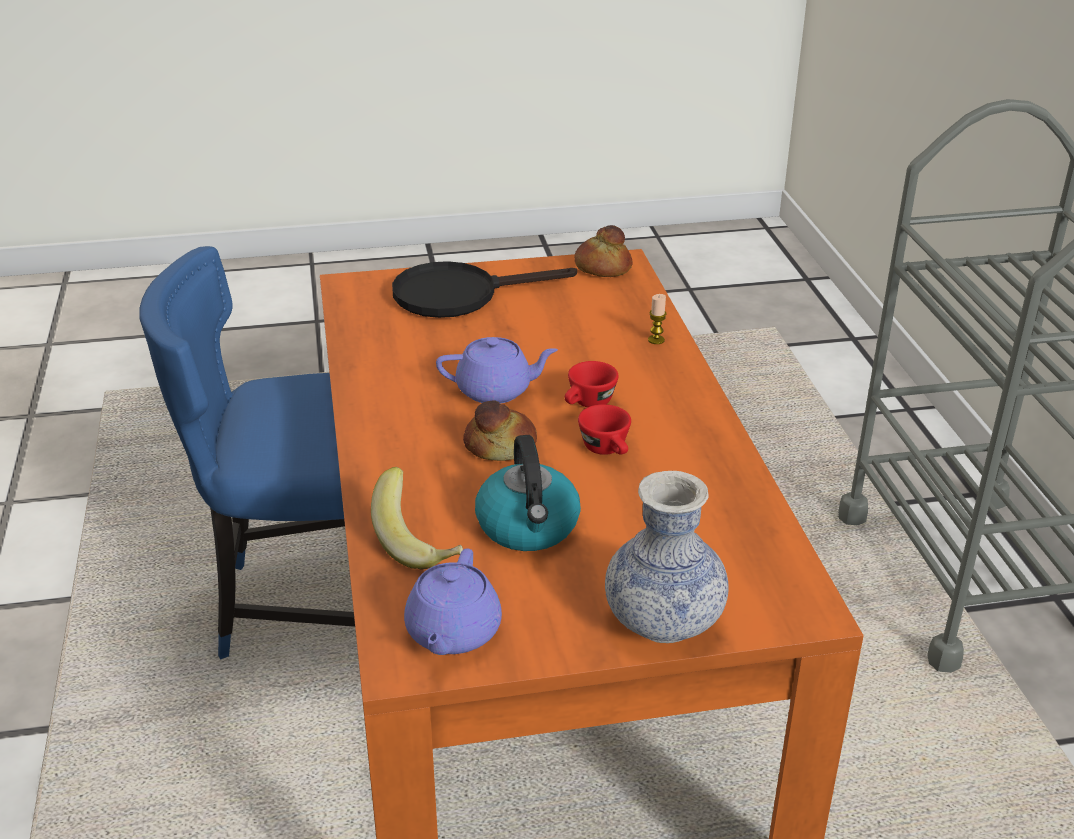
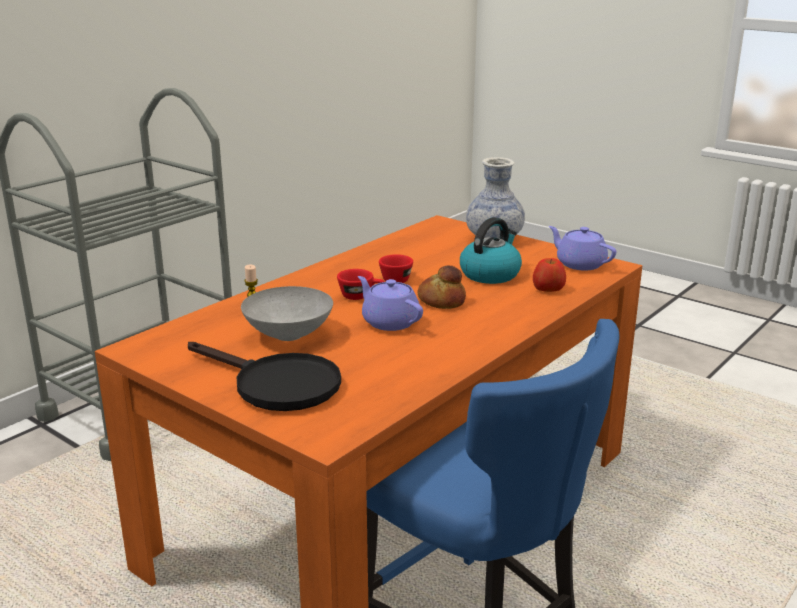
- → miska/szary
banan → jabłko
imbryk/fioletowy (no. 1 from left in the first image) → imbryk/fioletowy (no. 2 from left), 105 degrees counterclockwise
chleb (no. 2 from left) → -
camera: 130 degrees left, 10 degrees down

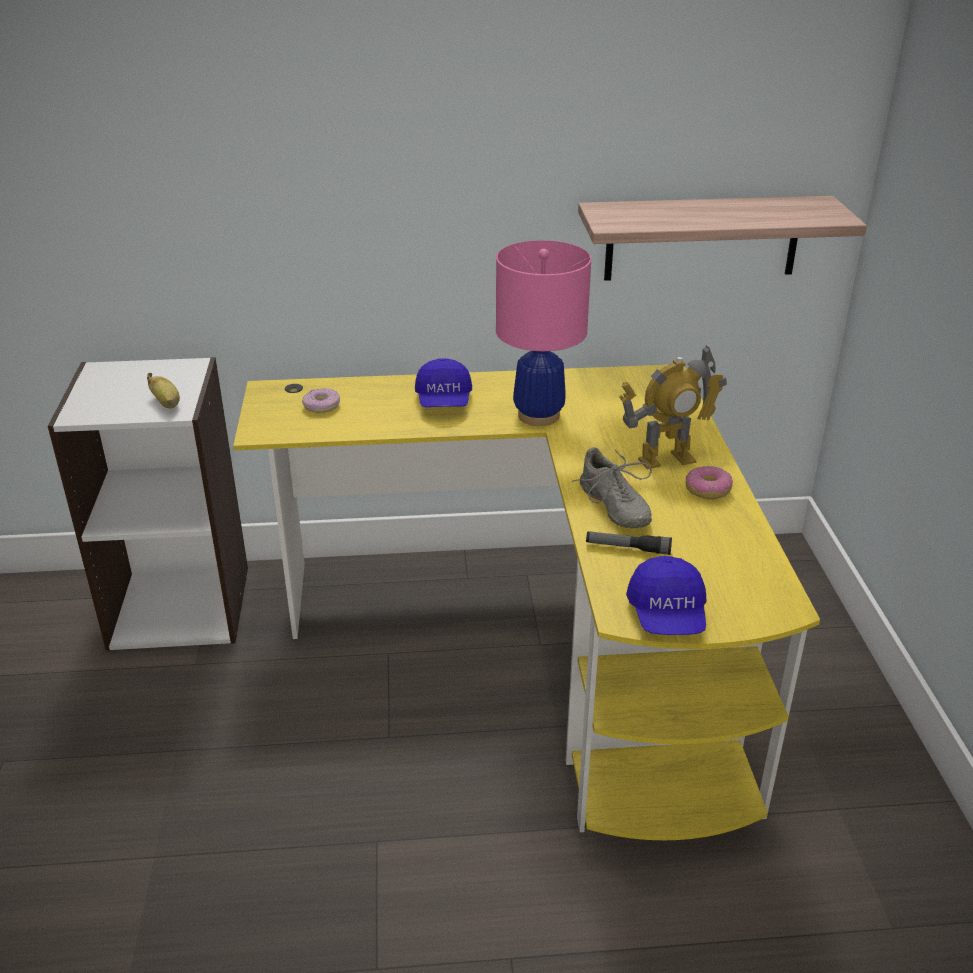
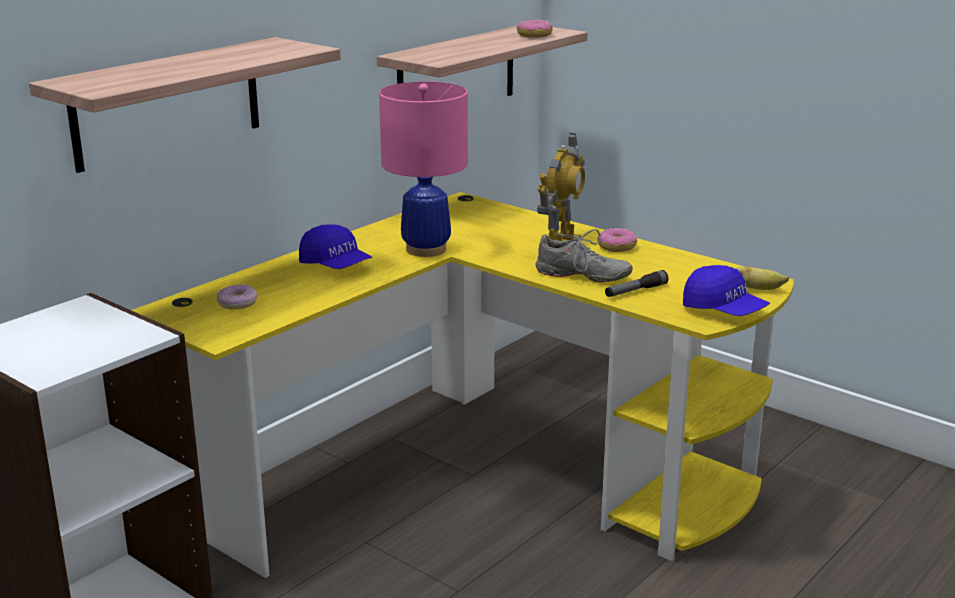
- → półka (no. 1 from left)
- → donut (no. 2 from left)
banan, relocated
camera: 45 degrees left, 10 degrees down

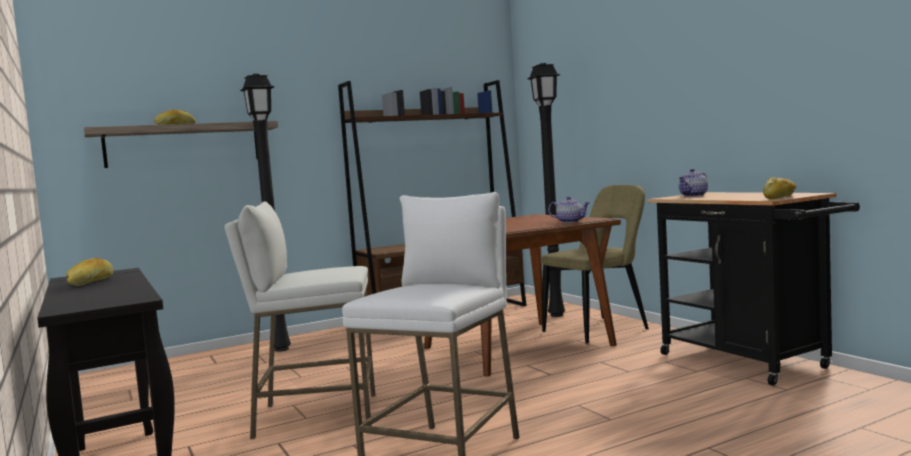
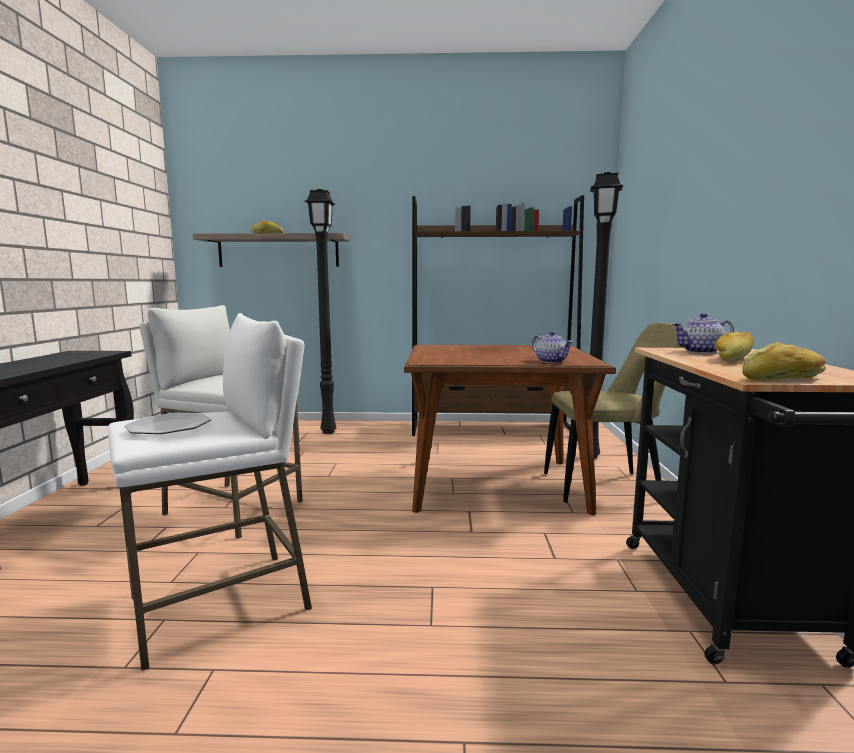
- → talerz
chleb (no. 1 from left in the first image) → chleb (no. 2 from left), relocated
camera: 30 degrees right, 5 degrees up

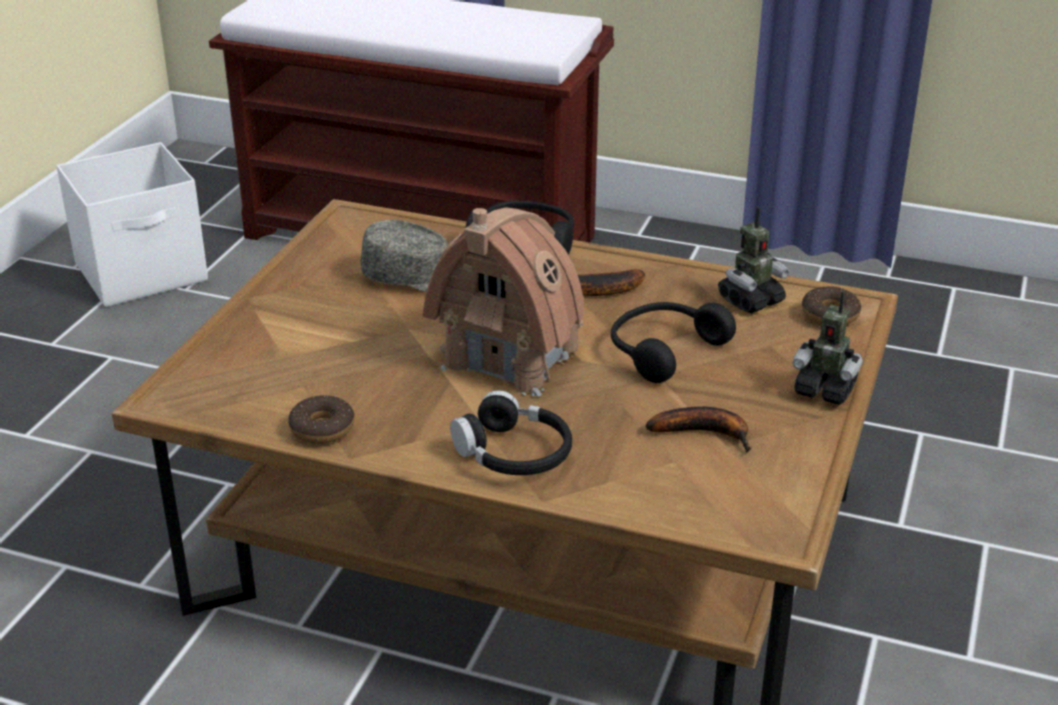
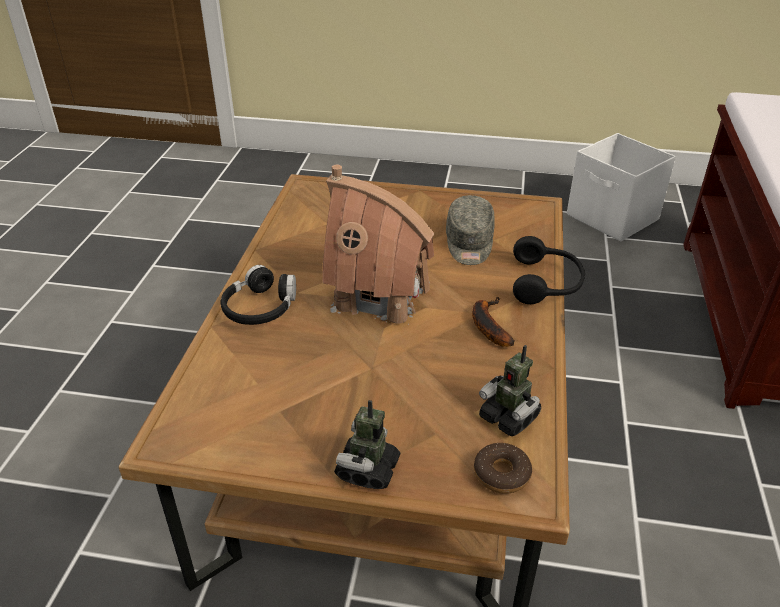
donut (no. 1 from left) → -
słuchawki/czarny (no. 3 from left) → -
banan (no. 2 from left) → -
camera: 80 degrees right, 5 degrees up

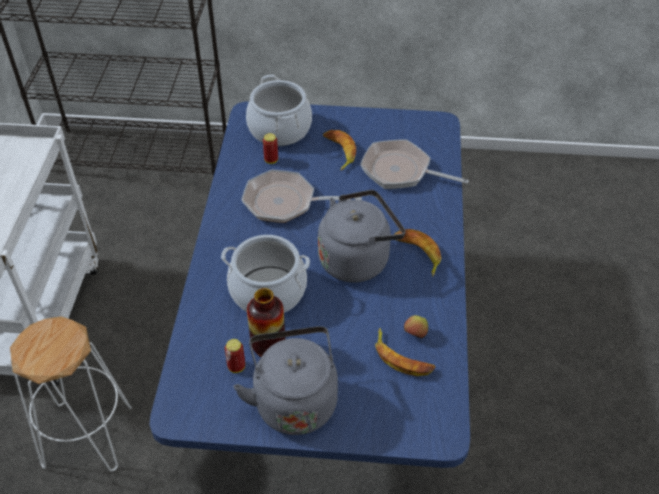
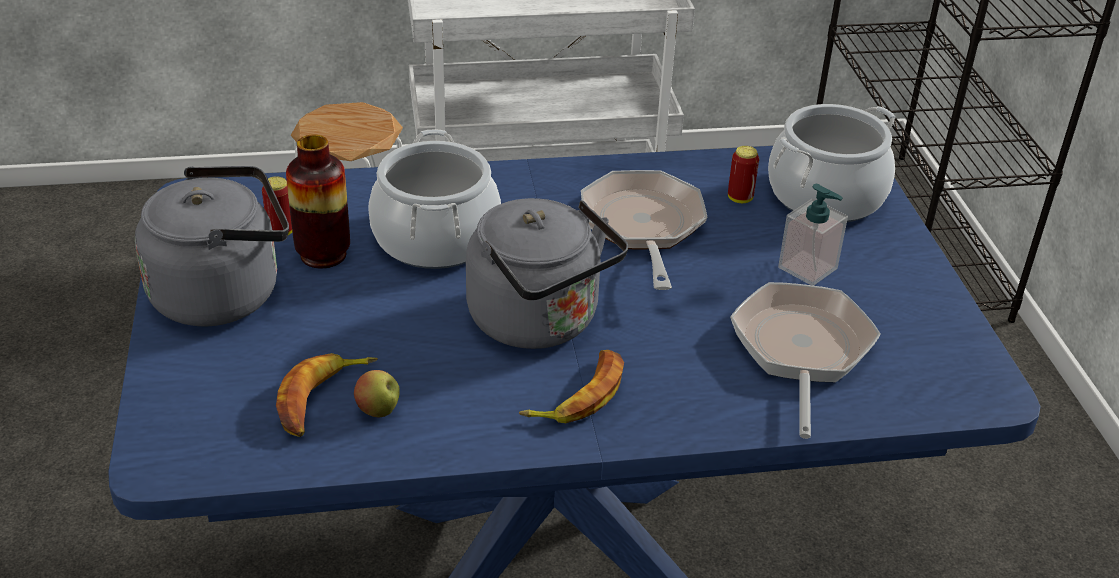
banan (no. 1 from left) → dozownik mydła
camera: 75 degrees right, 10 degrees down

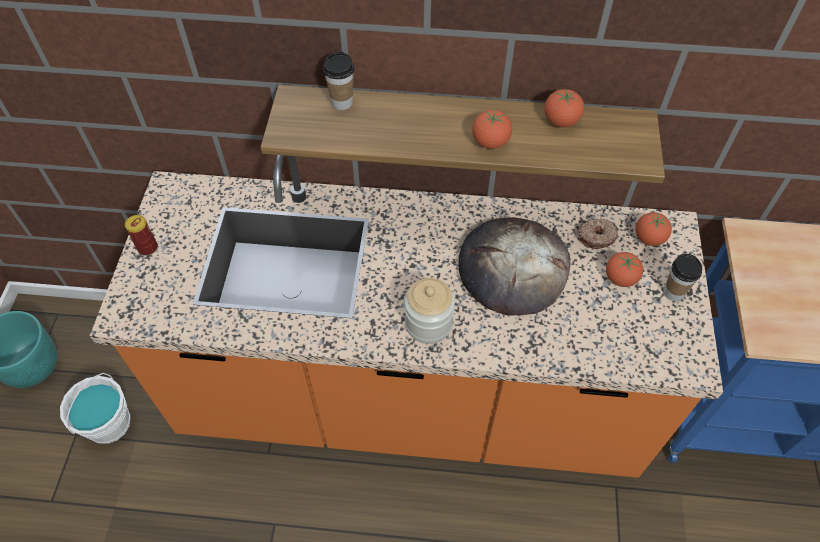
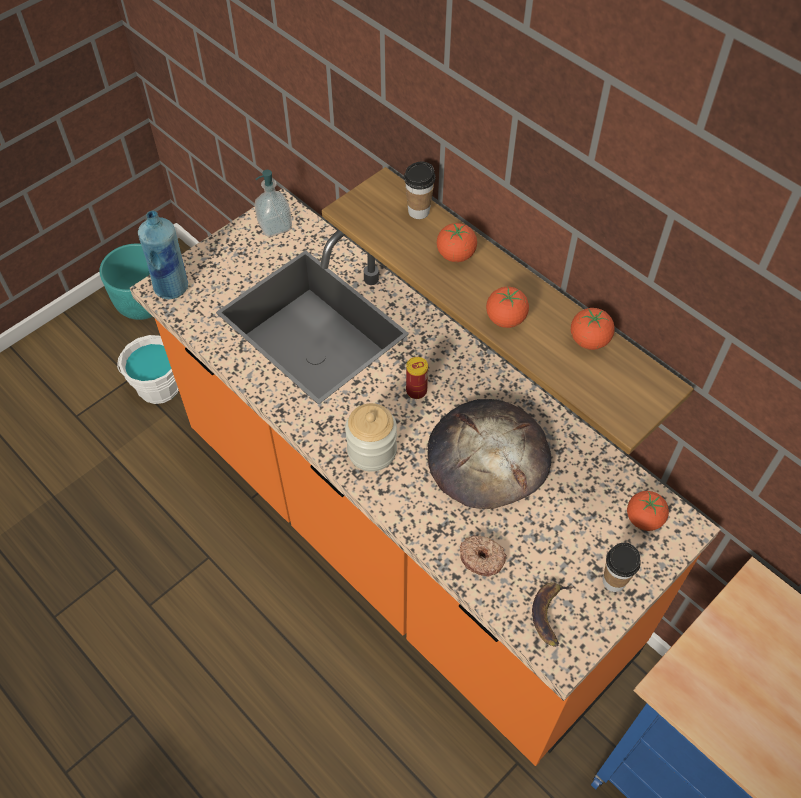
- → butelka/niebieski
- → dozownik mydła
puszka, relocated
pomidor (no. 3 from left in the first image) → pomidor (no. 1 from left), relocated
donut, relocated
- → banan
camera: 40 degrees right, 0 degrees up

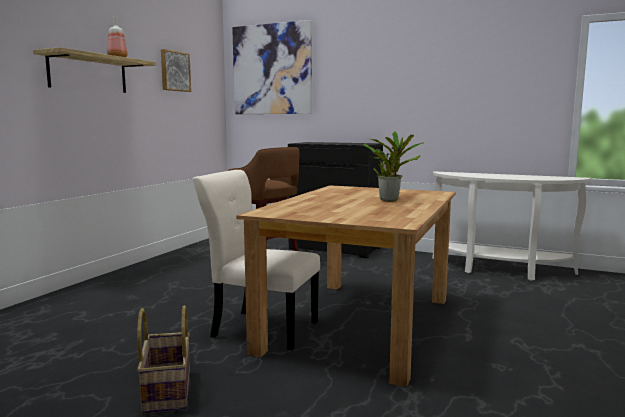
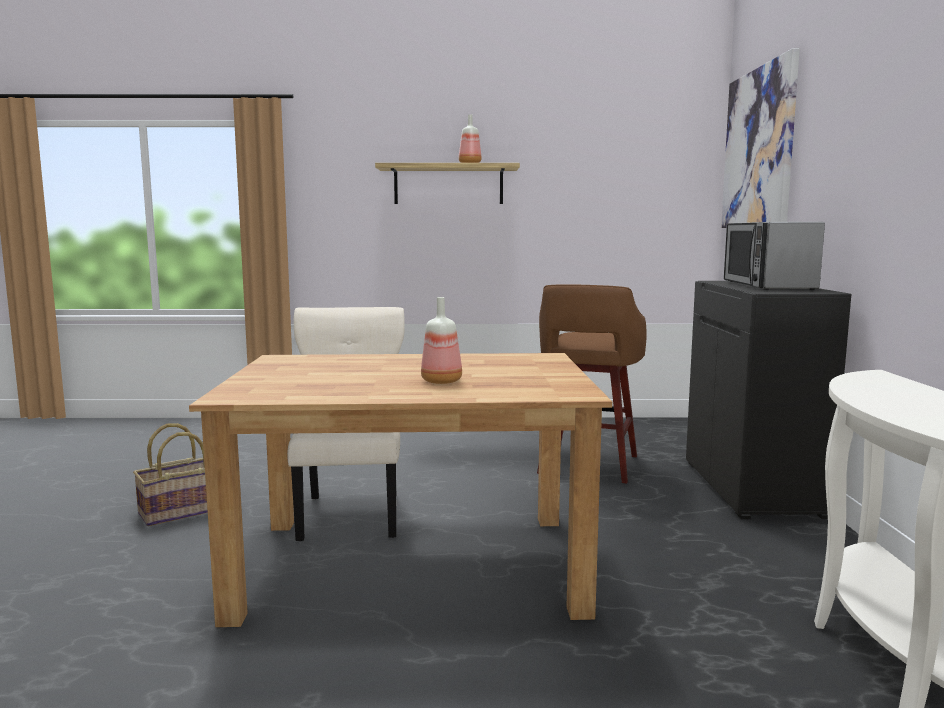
roślina doniczkowa → butelka (no. 1 from left)
- → mikrofalówka
obraz (no. 1 from left) → -
camera: 65 degrees right, 0 degrees up

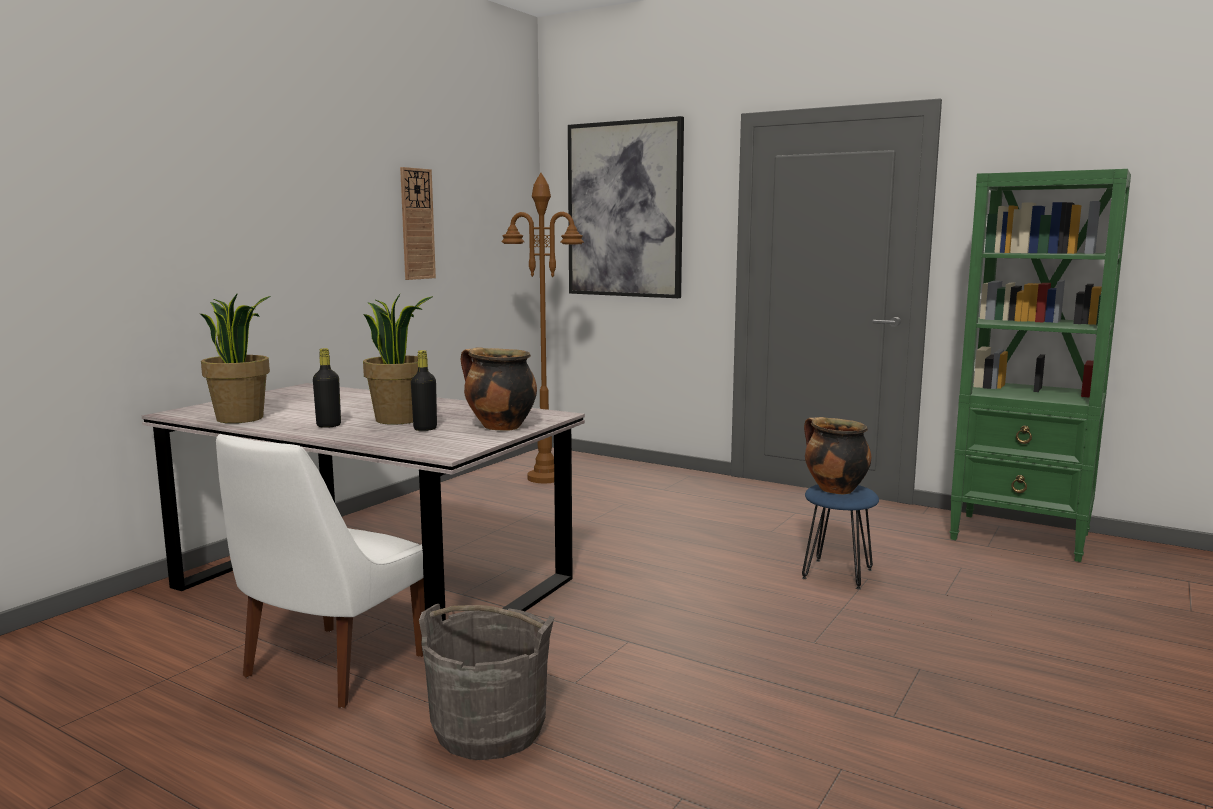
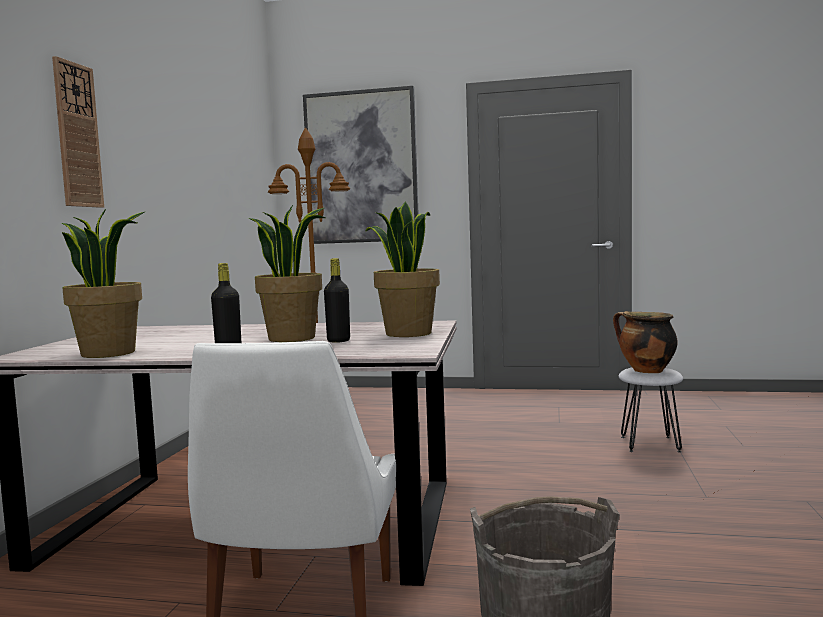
zegar ścienny, relocated
garnek (no. 1 from left) → roślina doniczkowa (no. 3 from left)
stołek/niebieski → stołek/biały
regał/zielony → -
camera: 20 degrees left, 5 degrees down

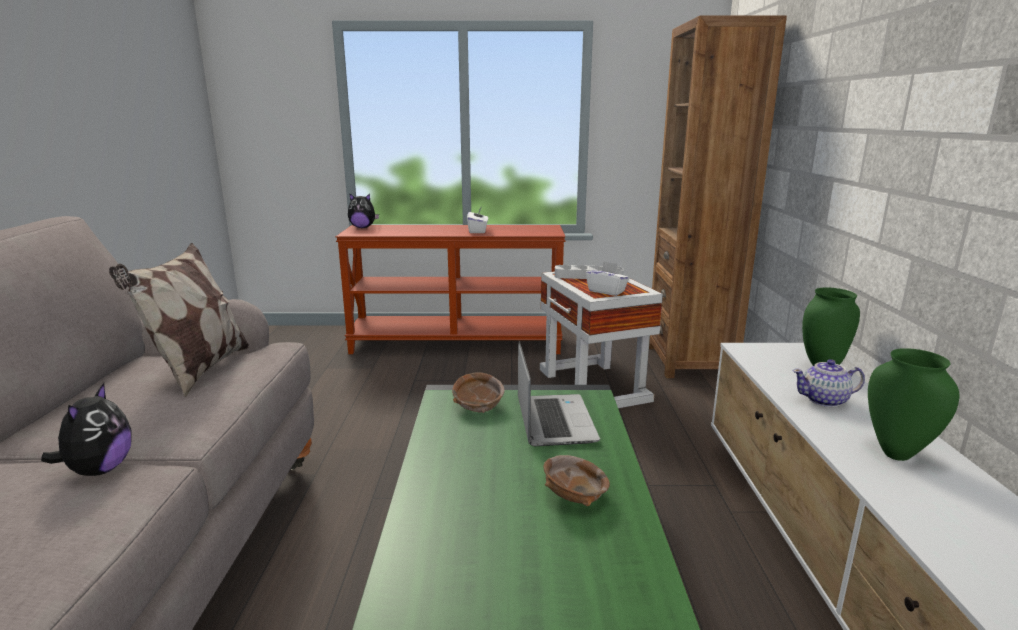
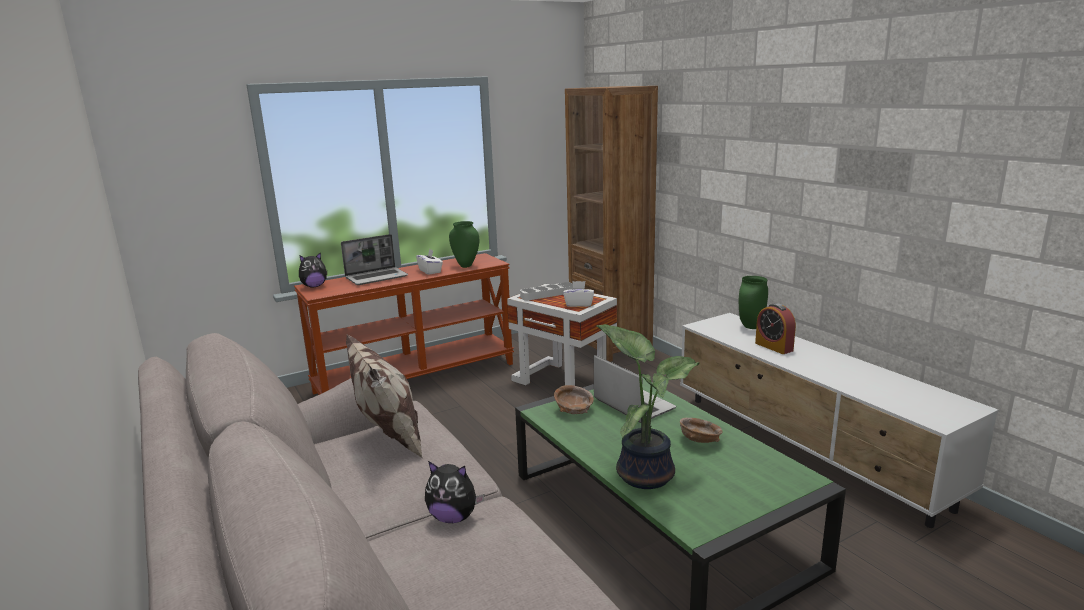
- → laptop (no. 1 from left)
pluszak (no. 1 from left in the first image) → pluszak (no. 2 from left), 135 degrees clockwise
wazon/zielony (no. 2 from left in the first image) → wazon/zielony (no. 1 from left), relocated
- → roślina doniczkowa
imbryk → budzik
camera: 30 degrees left, 0 degrees up

